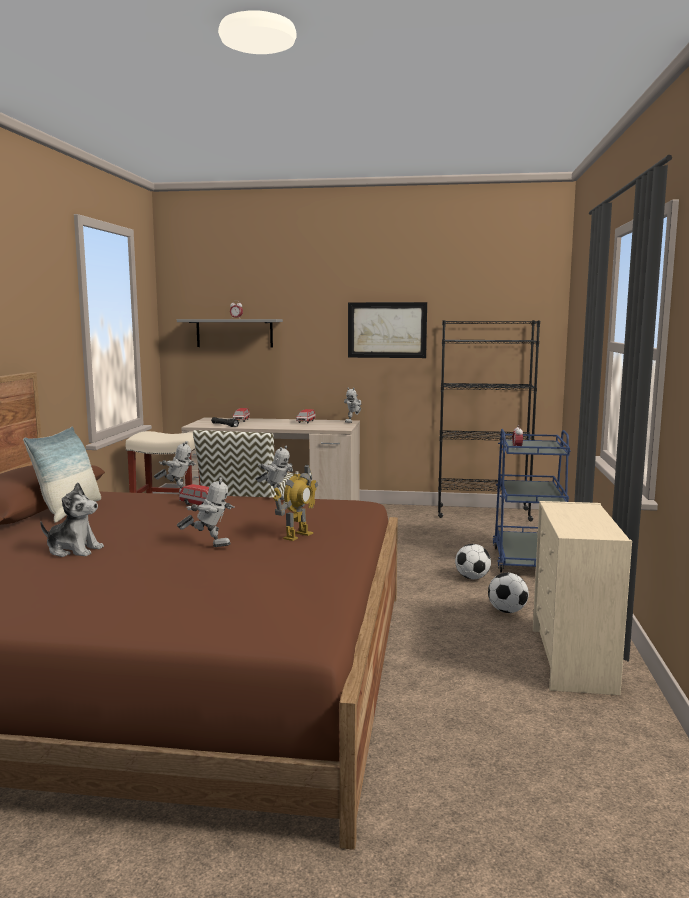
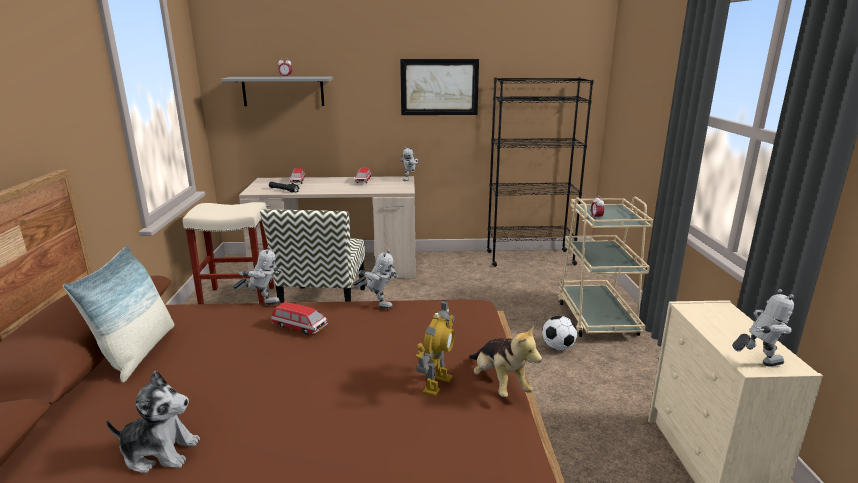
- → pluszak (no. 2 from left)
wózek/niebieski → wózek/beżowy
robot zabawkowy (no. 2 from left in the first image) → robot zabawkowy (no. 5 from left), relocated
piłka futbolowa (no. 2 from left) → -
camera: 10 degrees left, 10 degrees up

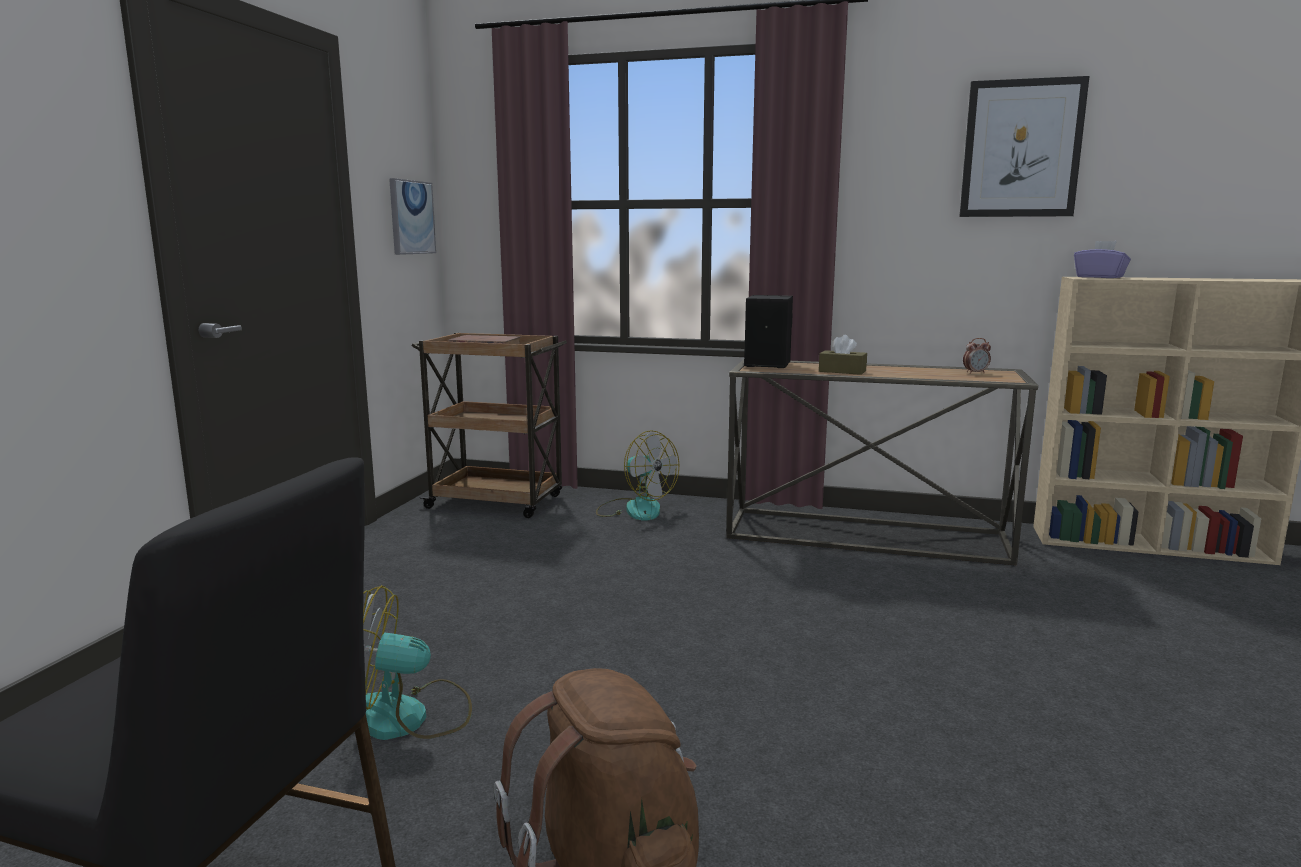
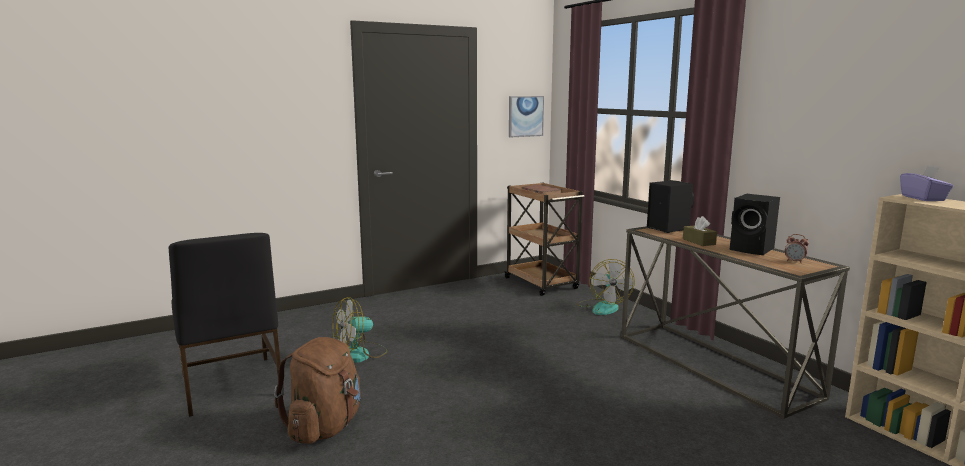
wentylator (no. 1 from left), 75 degrees counterclockwise
- → głośnik/czarny (no. 2 from left)
obraz (no. 2 from left) → -
camera: 45 degrees right, 0 degrees up

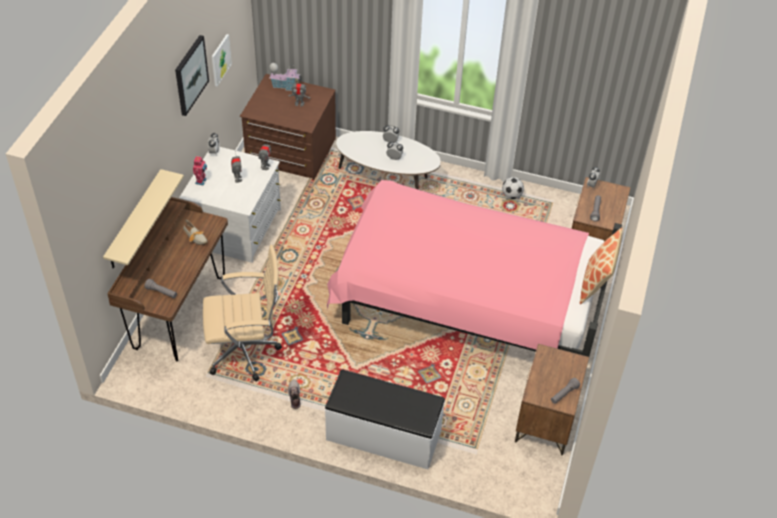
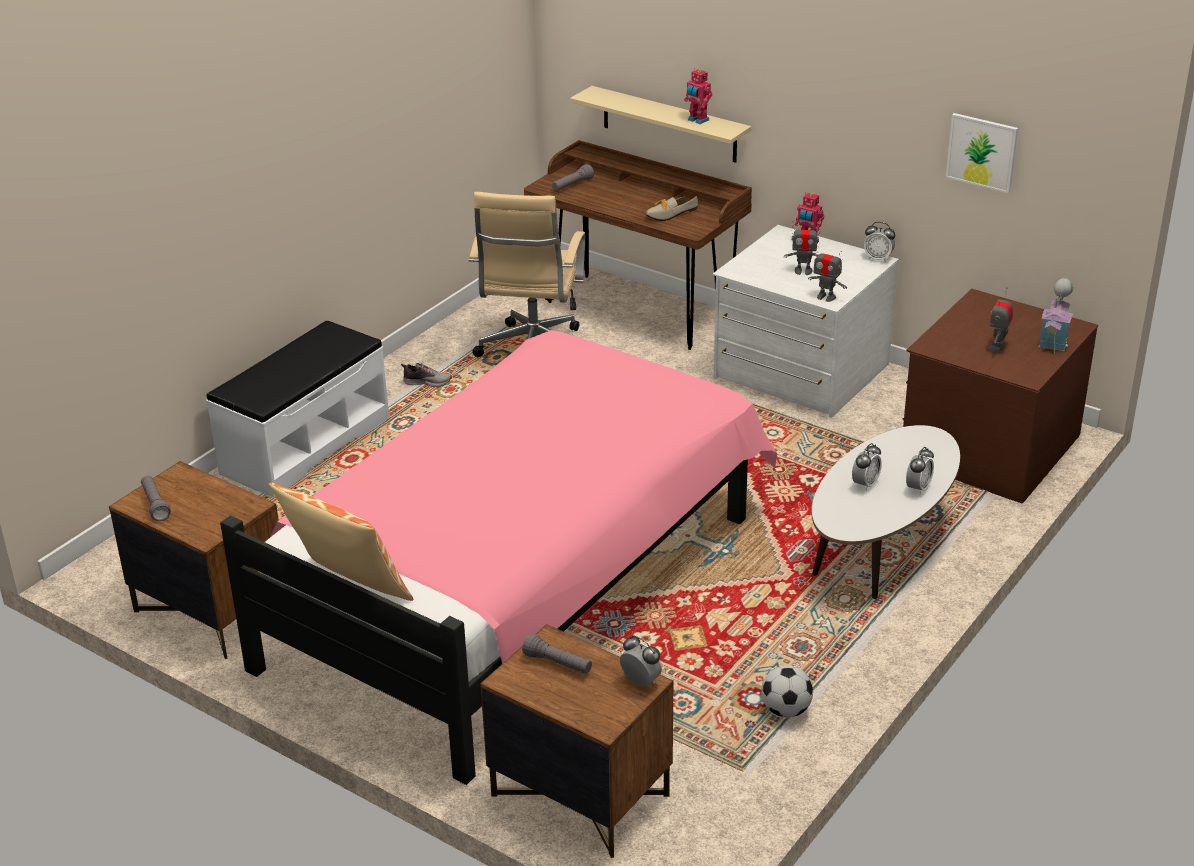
- → robot zabawkowy (no. 1 from left)
obraz (no. 1 from left) → -
camera: 110 degrees right, 15 degrees down

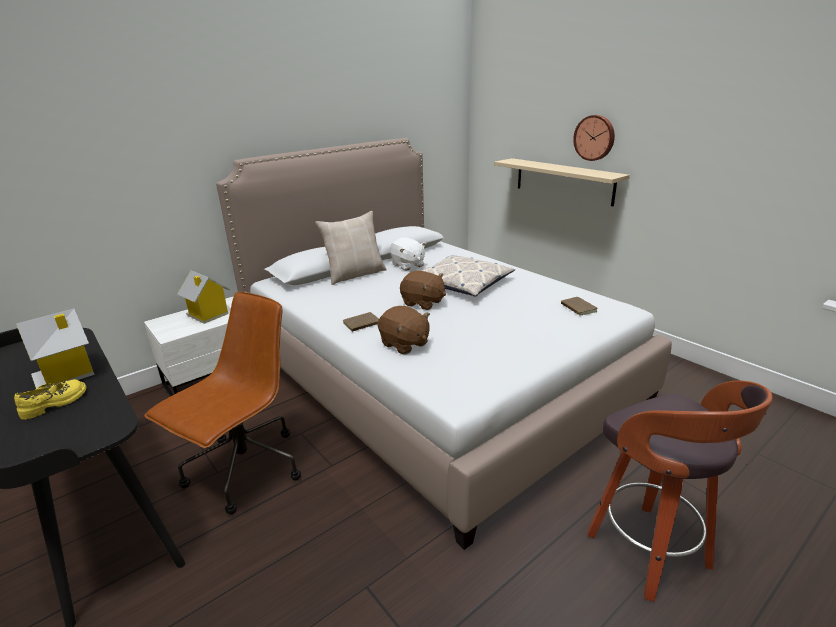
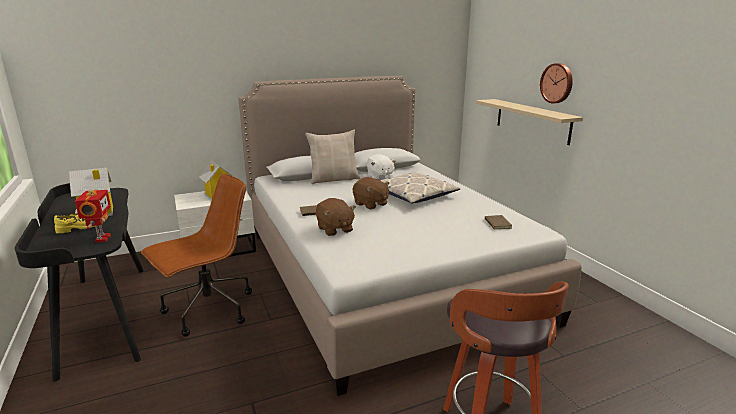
- → robot zabawkowy
camera: 15 degrees right, 5 degrees down

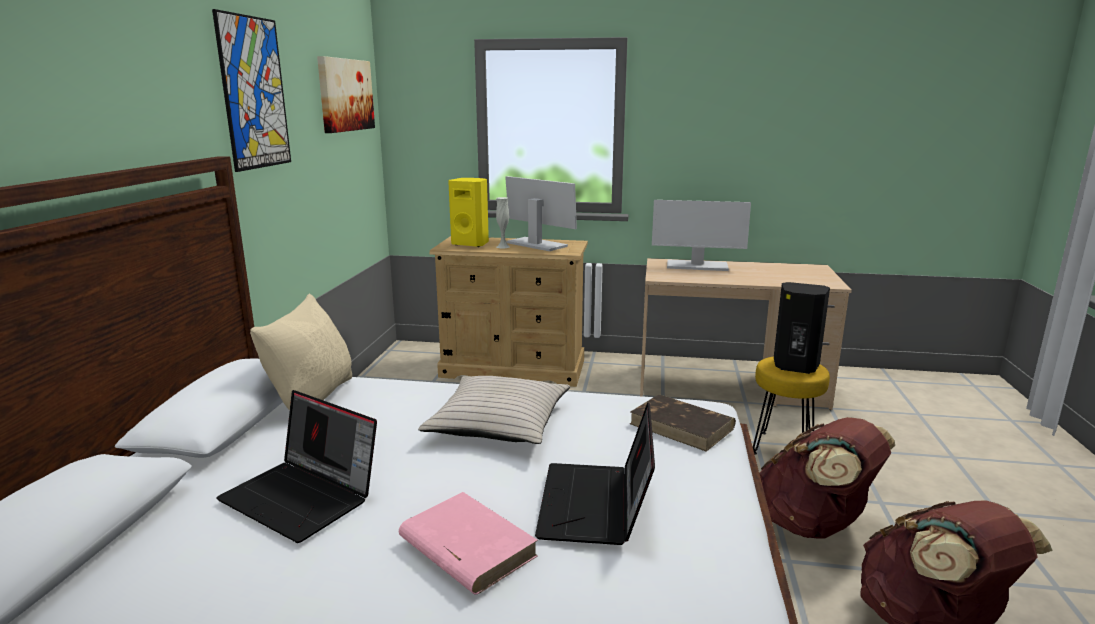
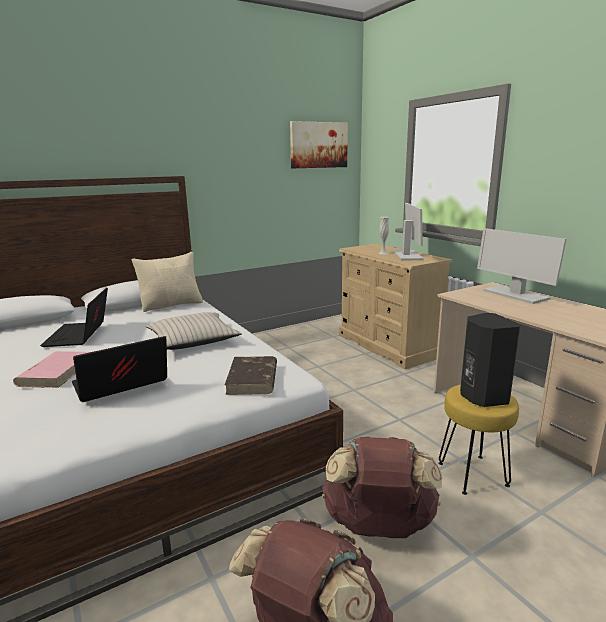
obraz (no. 1 from left) → -
głośnik/żółty → -
camera: 50 degrees right, 0 degrees up

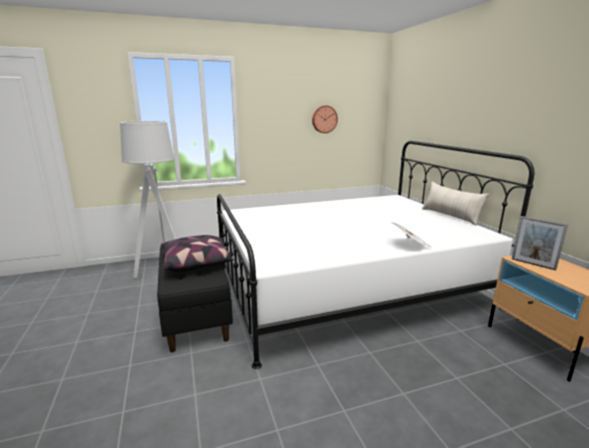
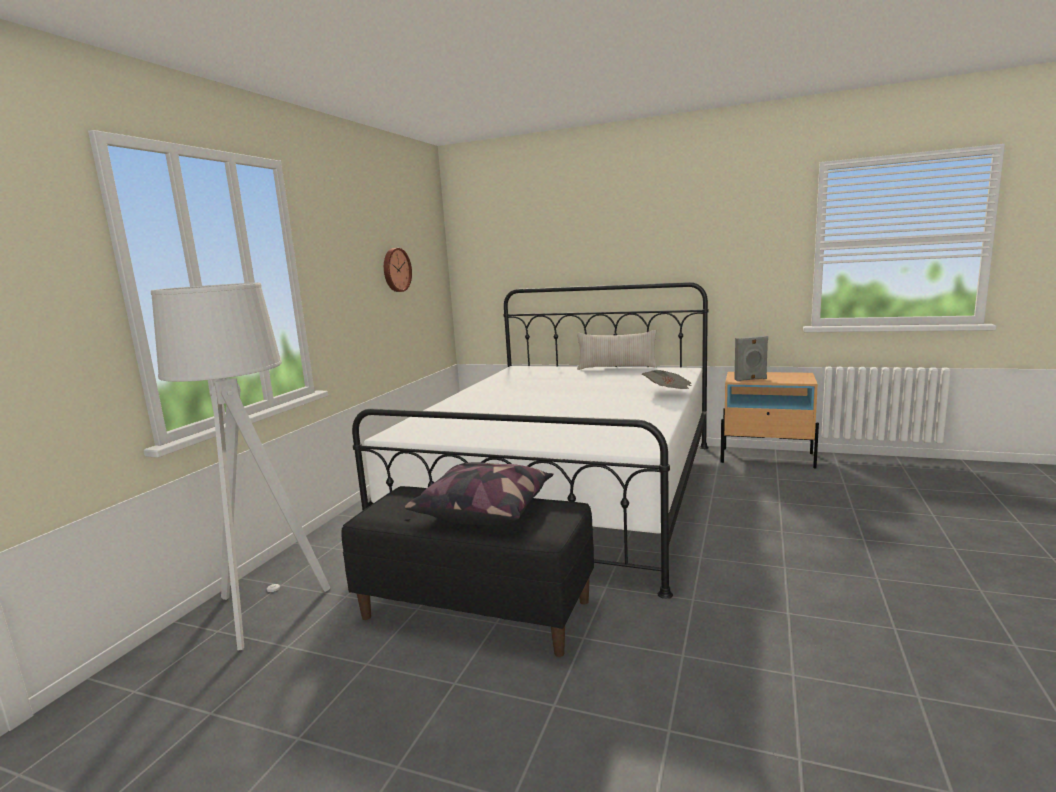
ramka na zdjęcie → głośnik/szary
camera: 50 degrees left, 5 degrees down

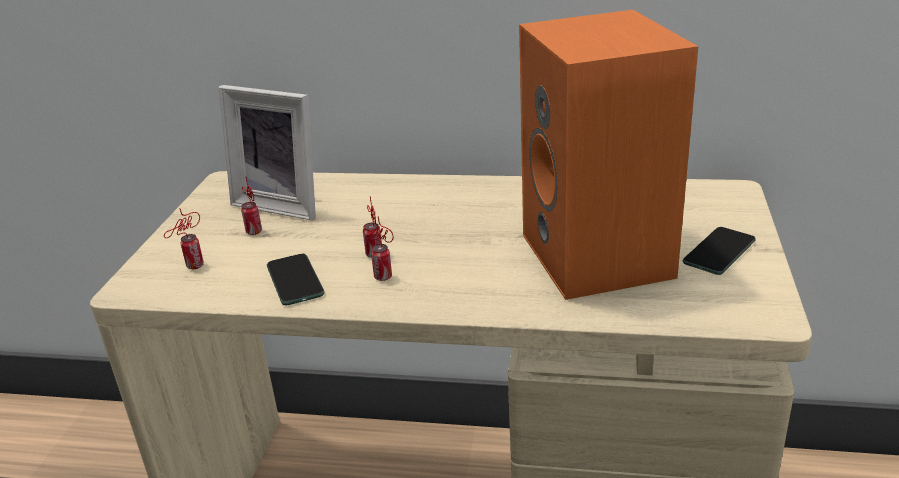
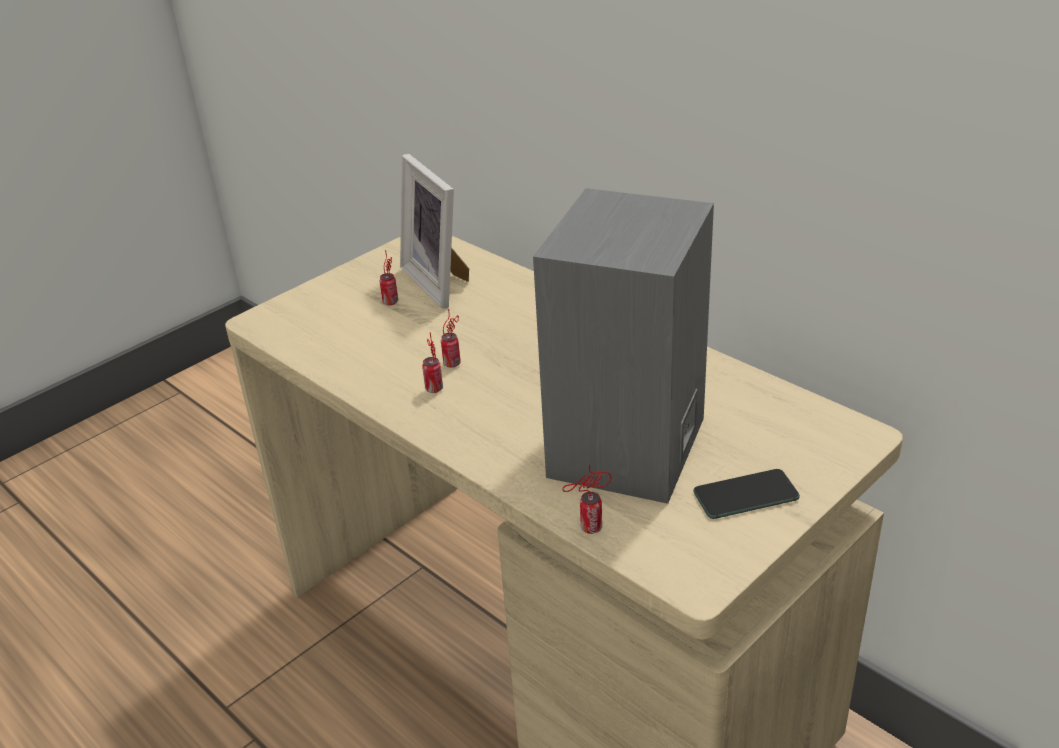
głośnik/pomarańczowy → głośnik/szary
puszka (no. 1 from left in the first image) → puszka (no. 4 from left), relocated
telefon (no. 1 from left) → -
camera: 35 degrees right, 5 degrees up

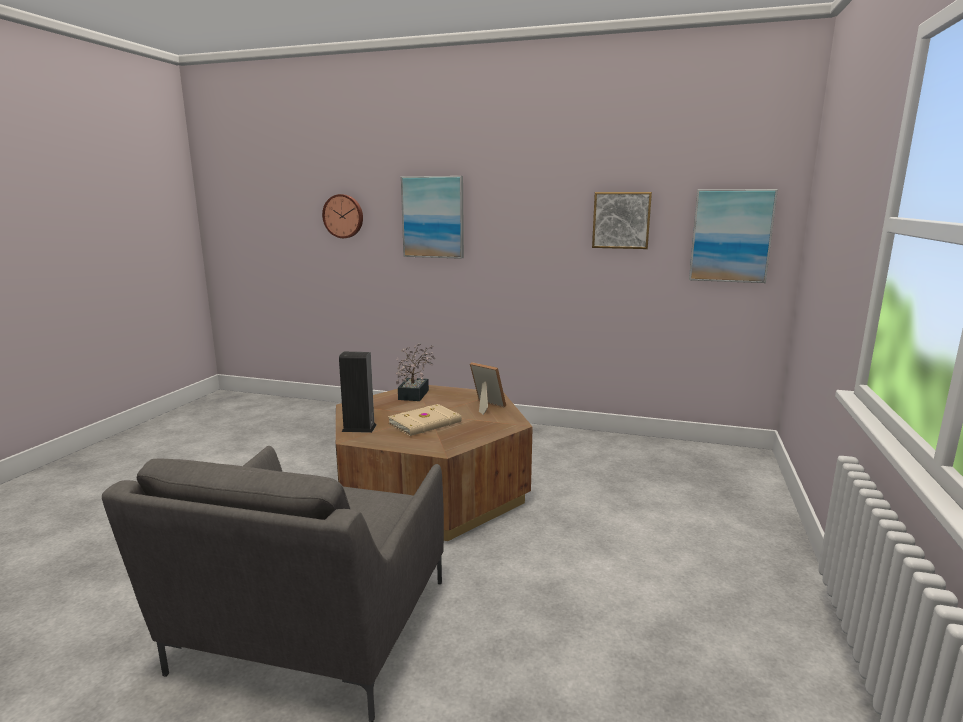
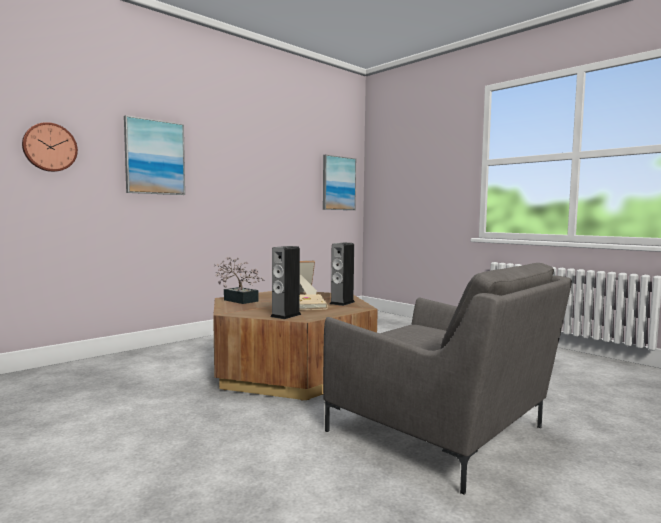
- → głośnik (no. 2 from left)
obraz (no. 2 from left) → -
camera: 60 degrees left, 10 degrees down

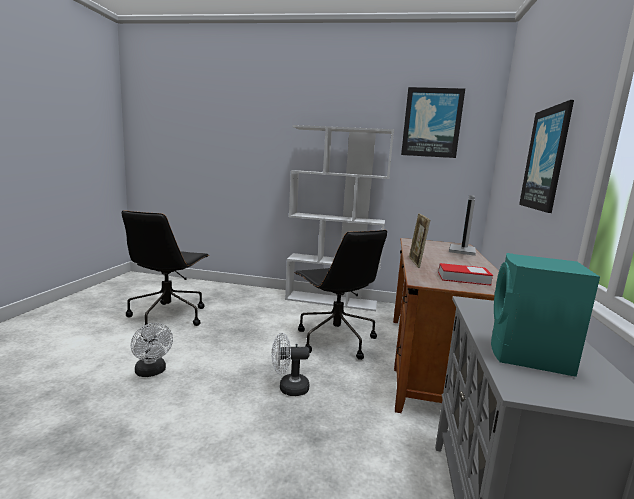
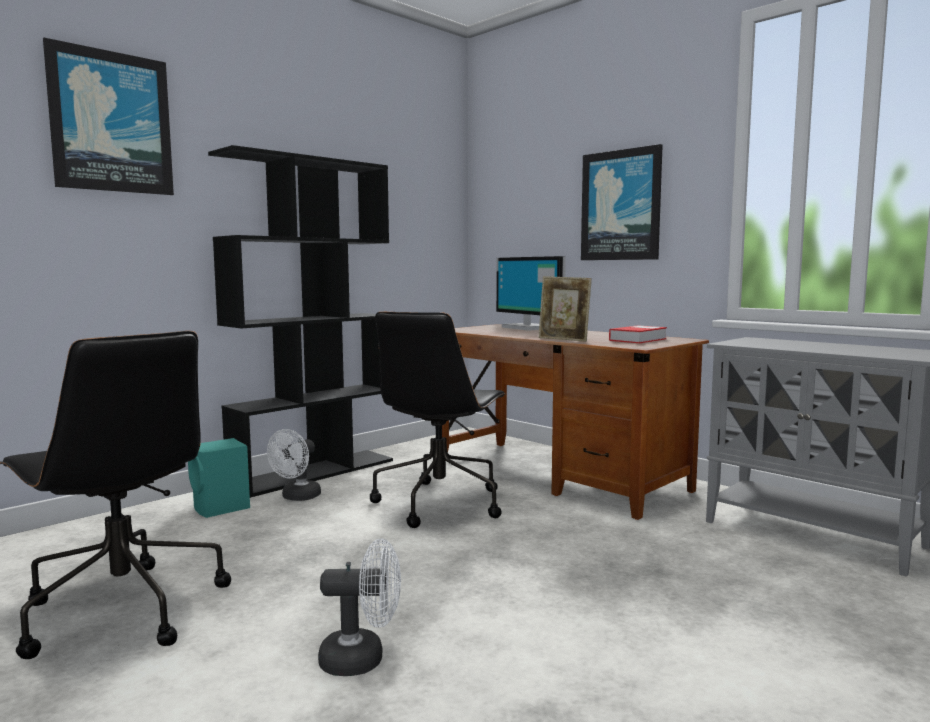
obraz (no. 1 from left), relocated
głośnik/turkusowy, relocated
regał/biały → regał/czarny
wentylator/biały (no. 2 from left in the first image) → wentylator/biały (no. 1 from left), relocated
krzesło biurowe/czarny (no. 2 from left), 105 degrees clockwise
camera: 55 degrees left, 5 degrees down

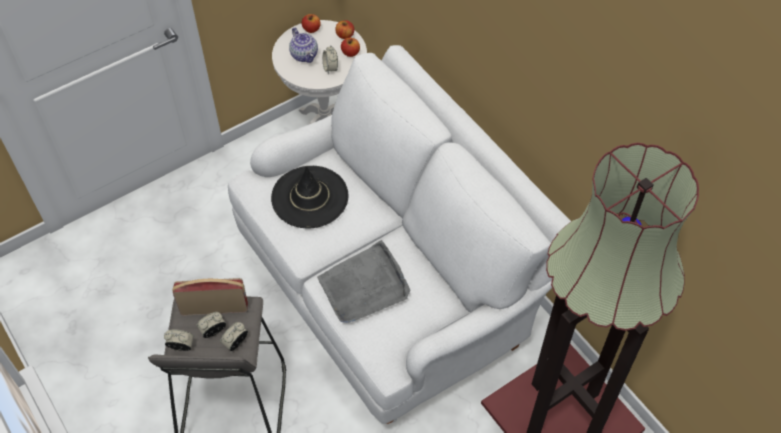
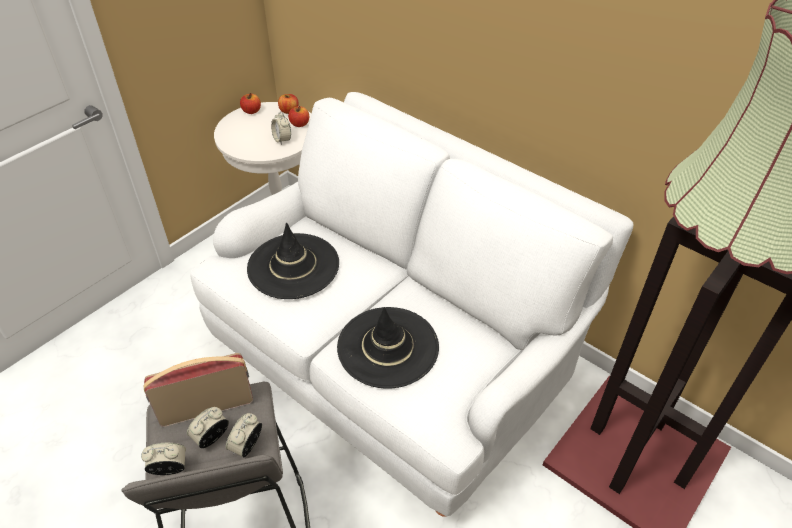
taca/szary → kapelusz/czarny (no. 2 from left)
imbryk → -
camera: 15 degrees left, 10 degrees down

